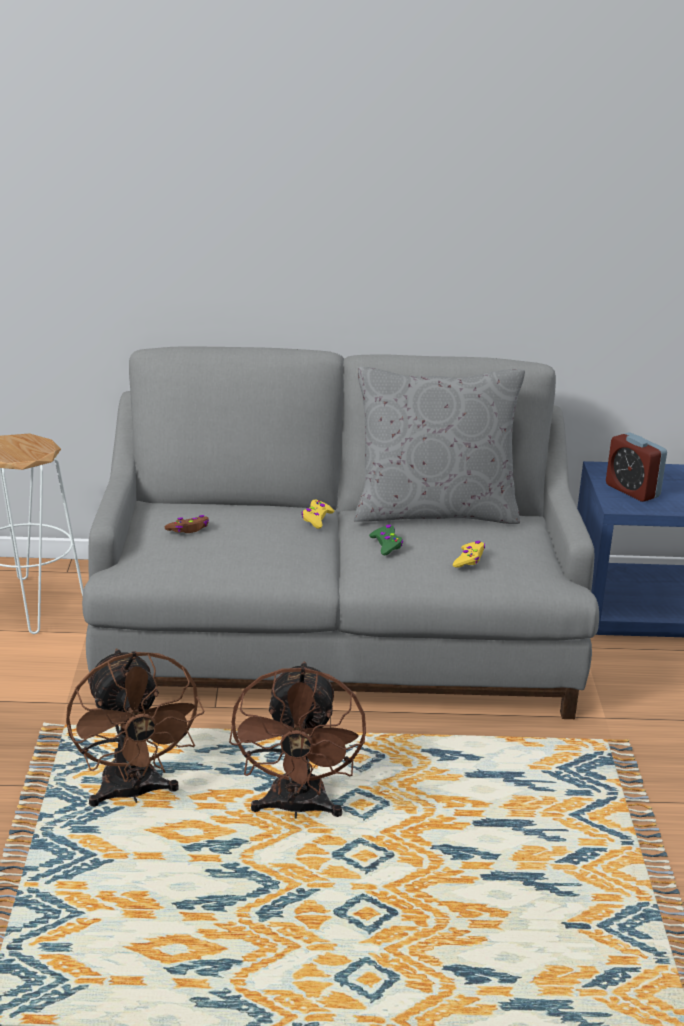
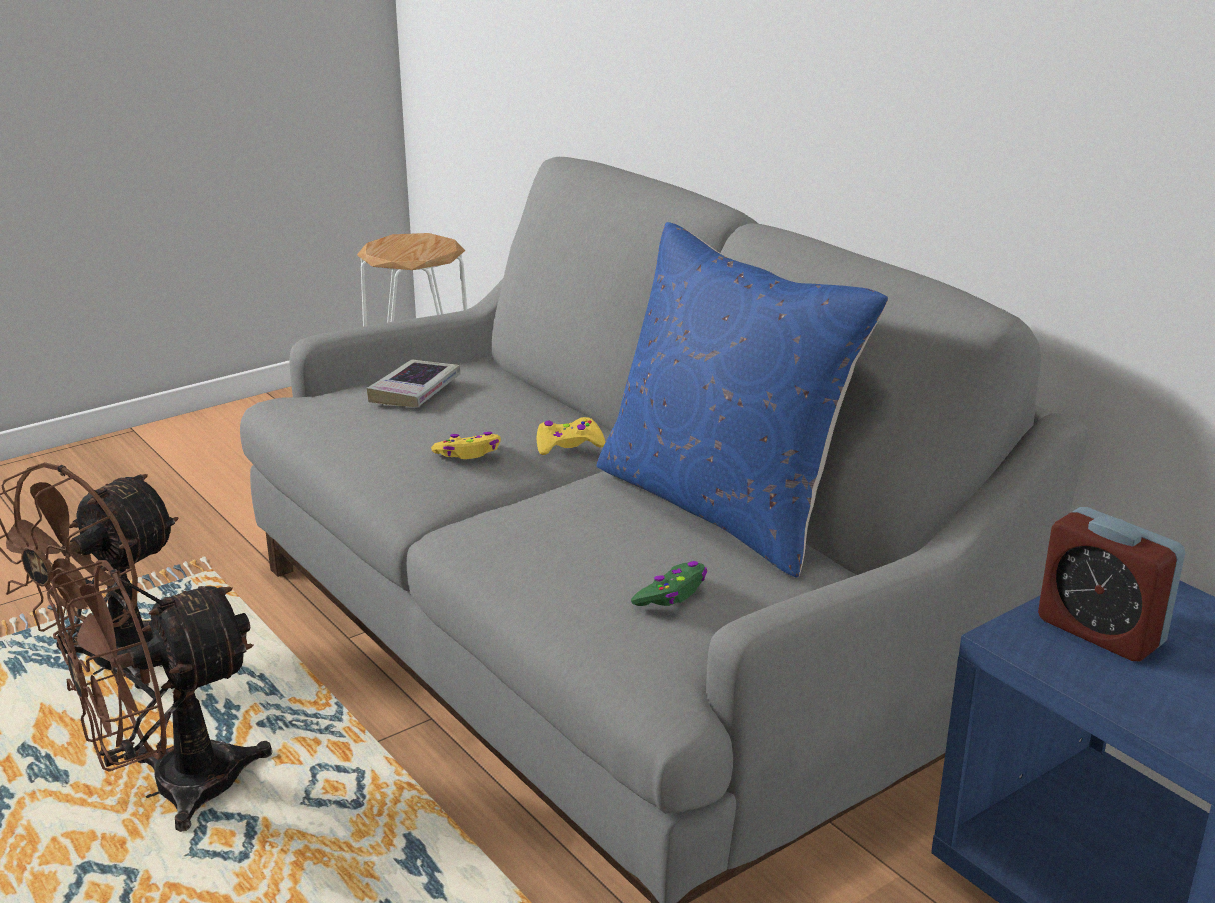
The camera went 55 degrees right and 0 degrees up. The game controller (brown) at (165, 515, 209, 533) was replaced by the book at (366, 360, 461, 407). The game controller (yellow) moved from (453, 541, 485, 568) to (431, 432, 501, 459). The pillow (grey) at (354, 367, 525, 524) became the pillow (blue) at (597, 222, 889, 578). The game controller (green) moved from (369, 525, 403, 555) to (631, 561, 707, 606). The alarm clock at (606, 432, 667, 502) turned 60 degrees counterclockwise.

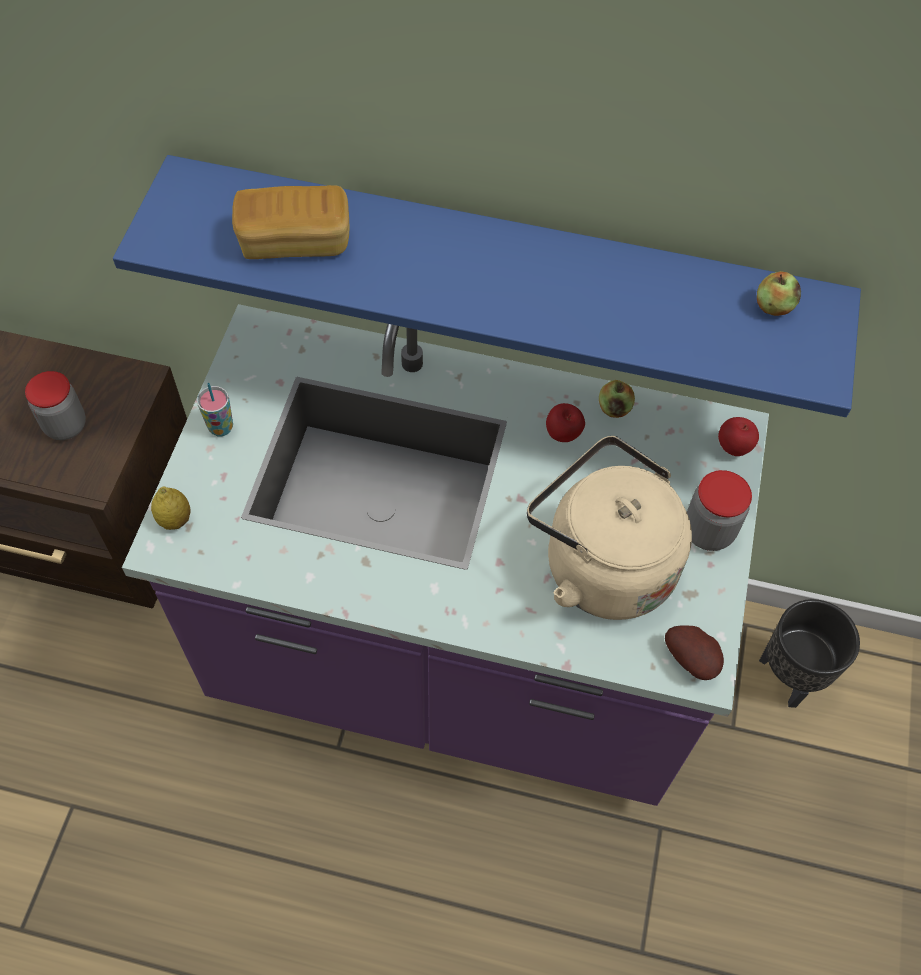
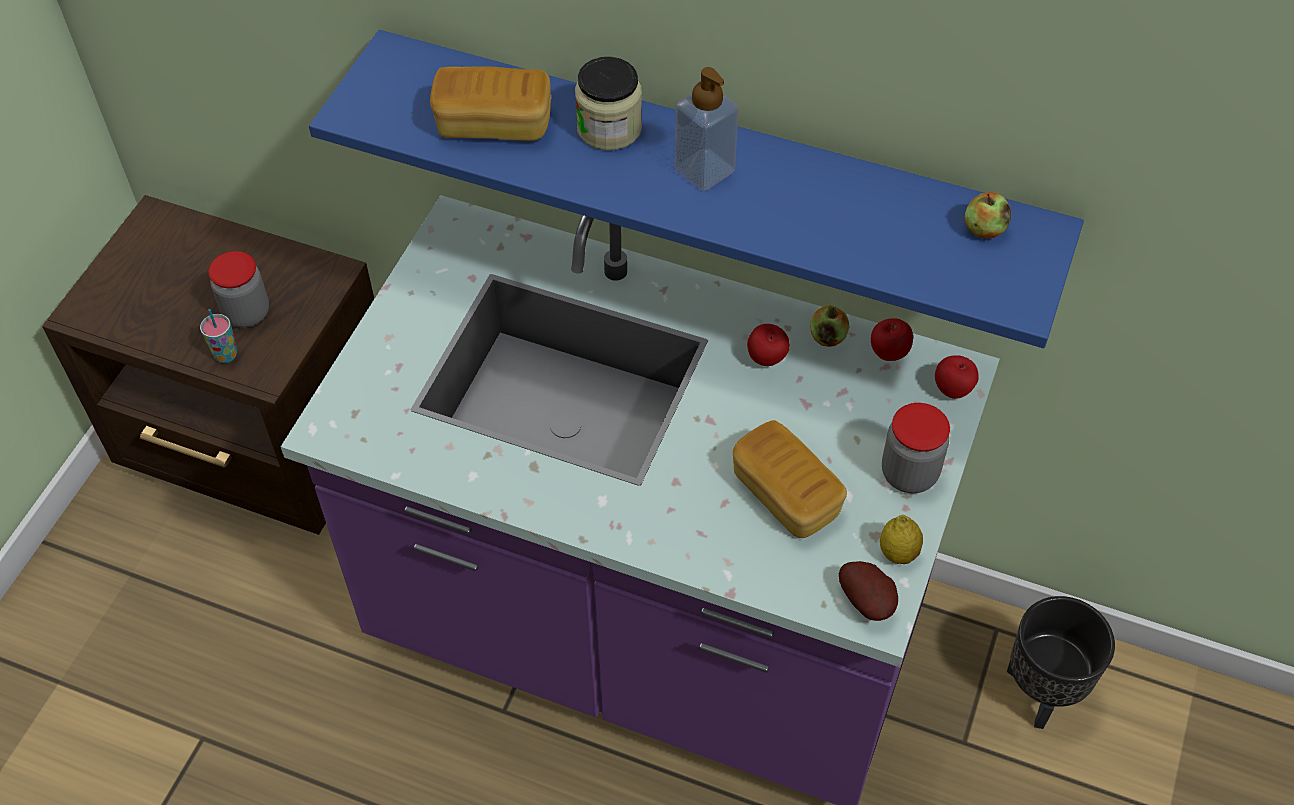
The camera went 10 degrees right and 5 degrees down. The cup moved from (197, 383, 233, 437) to (200, 309, 237, 363). The jar at (575, 57, 642, 150) appeared. The soap dispenser at (675, 67, 739, 191) appeared. The kettle (beige) at (527, 436, 692, 620) was replaced by the bread at (733, 420, 847, 538). The apple at (871, 318, 913, 361) appeared. The lemon moved from (151, 487, 190, 530) to (880, 515, 923, 564).

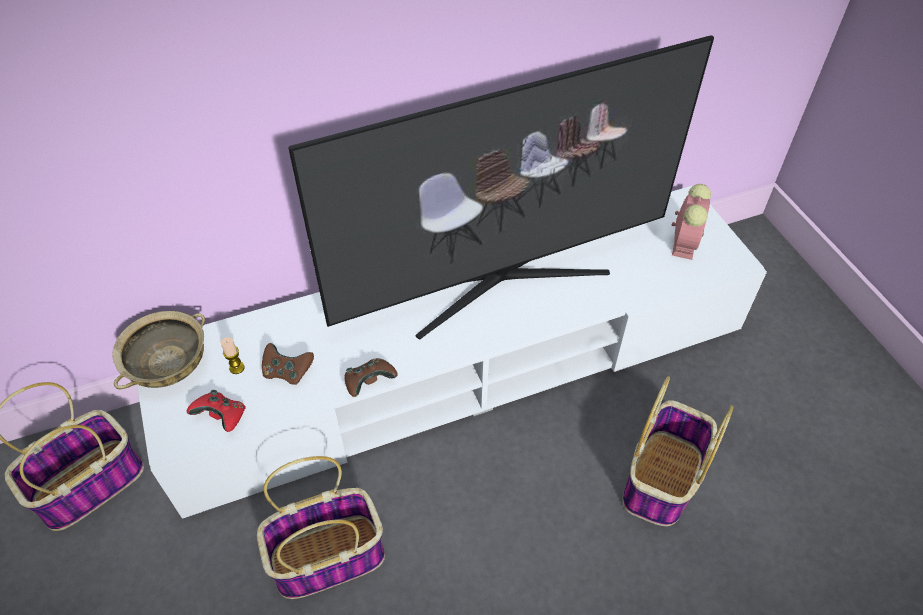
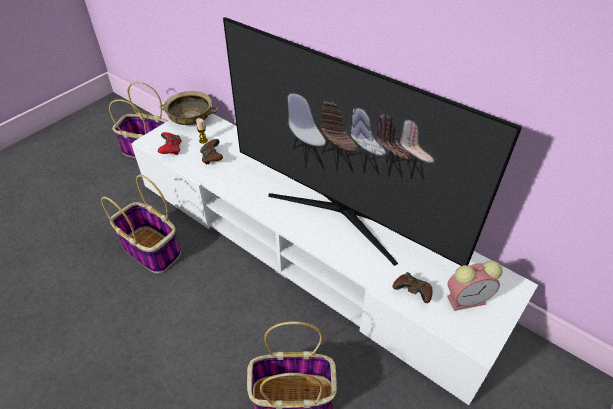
The camera went 60 degrees right and 5 degrees down. The game controller (brown) moved from (344, 358, 397, 397) to (393, 272, 433, 303).

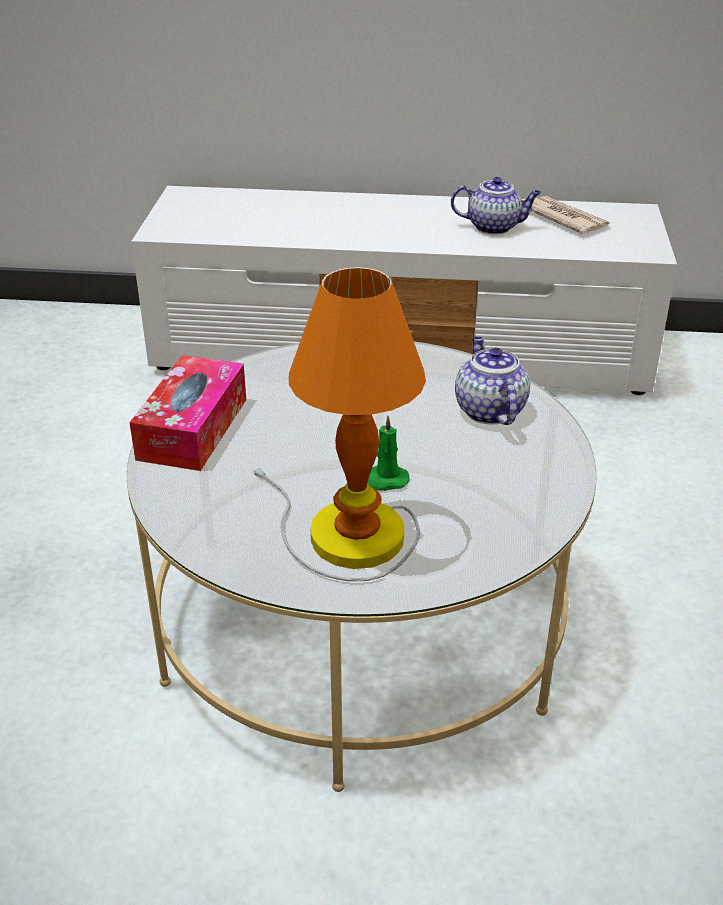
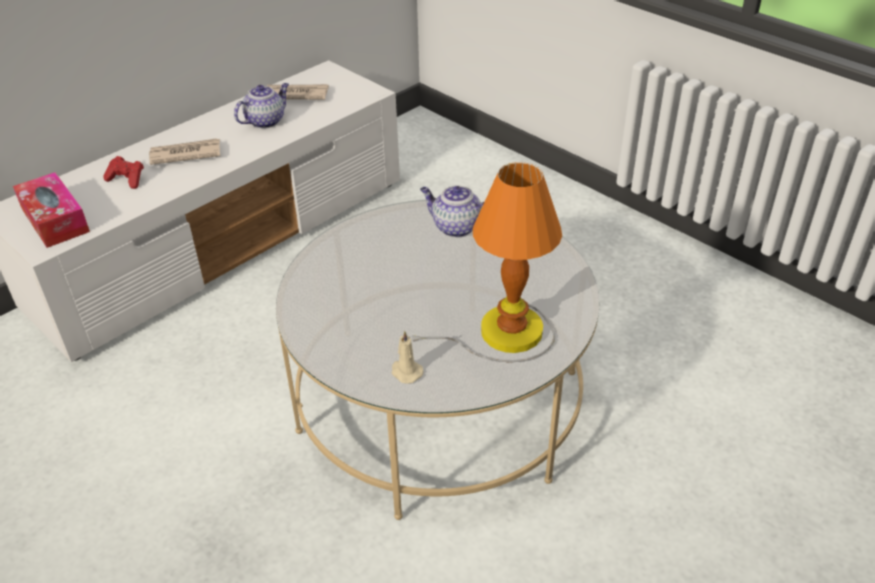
The camera went 50 degrees left and 5 degrees up. The tissue box moved from (129, 355, 246, 471) to (13, 172, 90, 248). The game controller (red) at (103, 156, 144, 189) appeared. The newspaper at (149, 138, 220, 165) appeared. The candle (beige) at (391, 331, 423, 384) appeared. The candle (green) at (368, 416, 409, 491) disappeared.

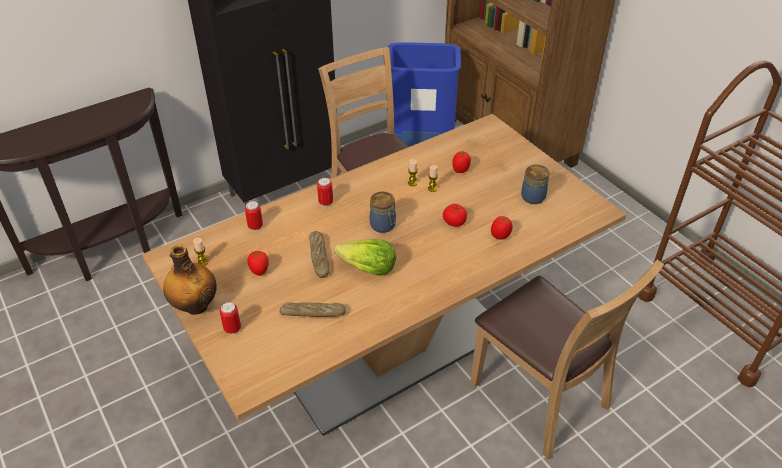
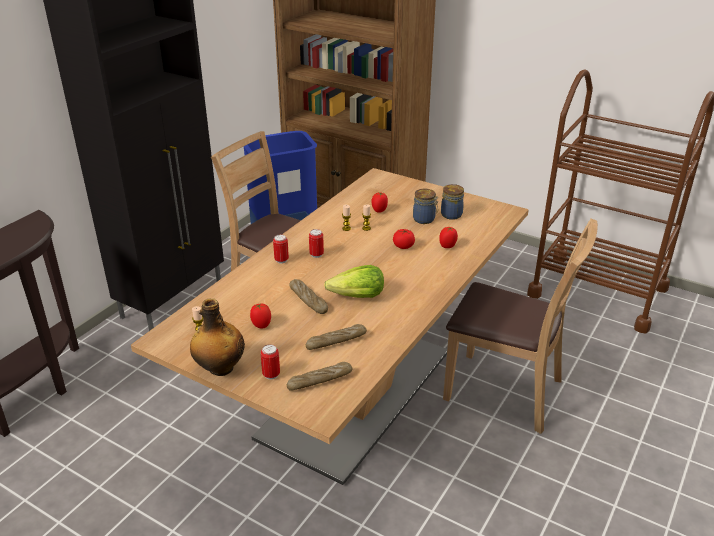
The camera went 25 degrees left and 10 degrees down. The bread at (287, 362, 352, 391) appeared. The can moved from (245, 201, 263, 231) to (309, 229, 324, 258). The jar moved from (370, 192, 396, 233) to (413, 189, 438, 224).

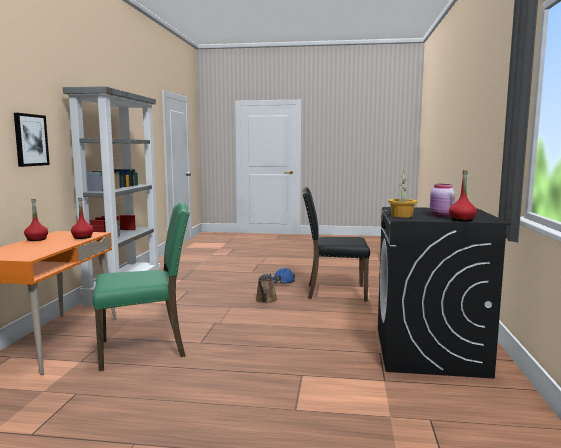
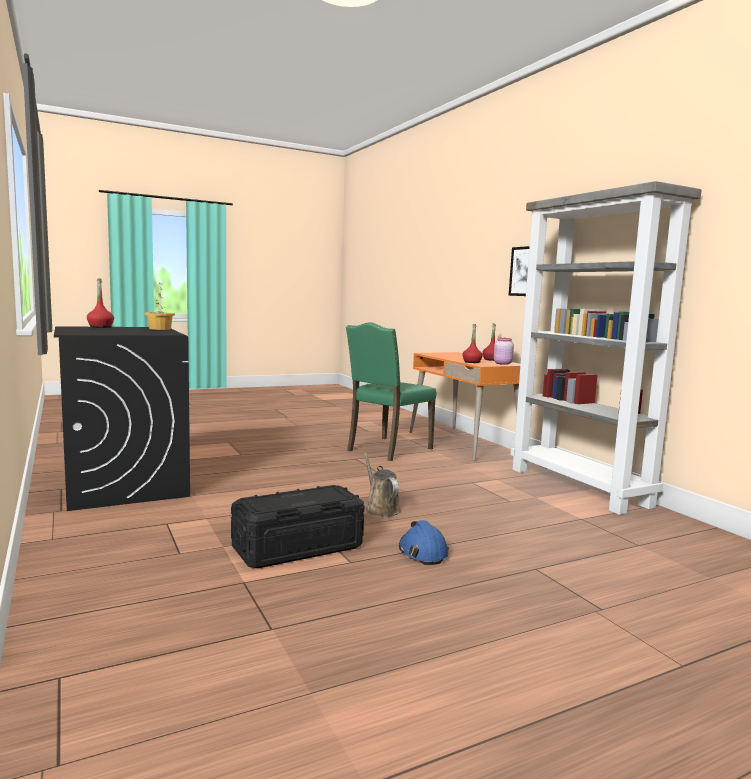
The camera went 145 degrees right and 0 degrees up. The chair (black) at (303, 187, 370, 301) was replaced by the storage box (black) at (231, 485, 365, 568). The jar (pink) moved from (430, 184, 455, 217) to (494, 338, 514, 365).

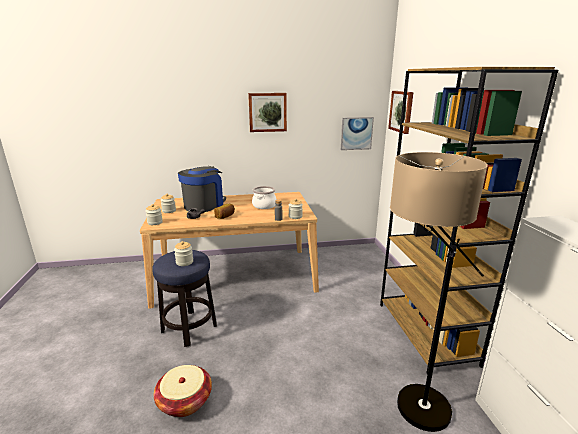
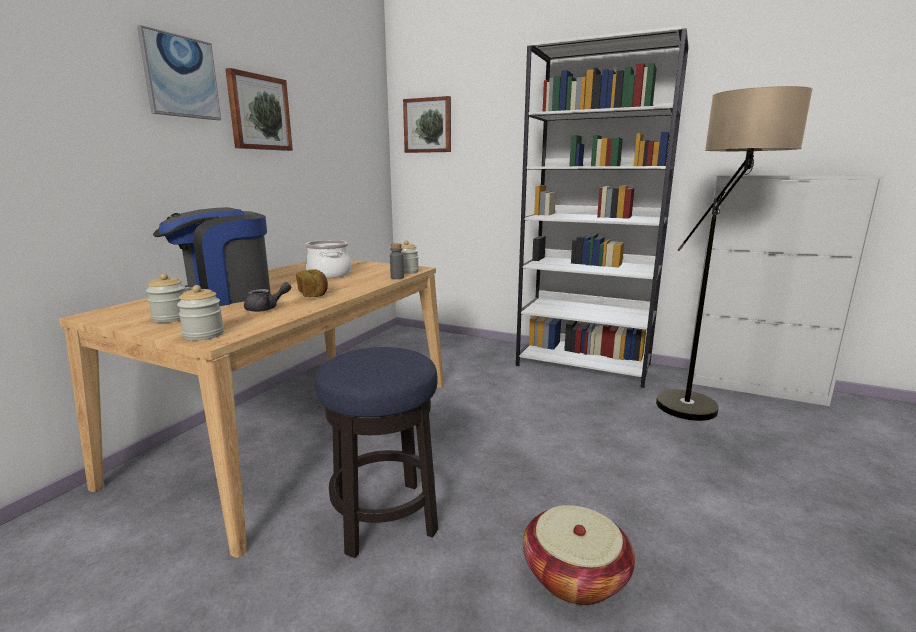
The camera went 55 degrees left and 5 degrees down. The picture moved from (341, 117, 374, 150) to (137, 25, 221, 120). The coffee machine at (178, 166, 226, 212) turned 105 degrees counterclockwise. The bookcase (brown) at (380, 67, 558, 375) became the bookcase (white) at (516, 26, 689, 388). The jar at (174, 241, 193, 266) disappeared.

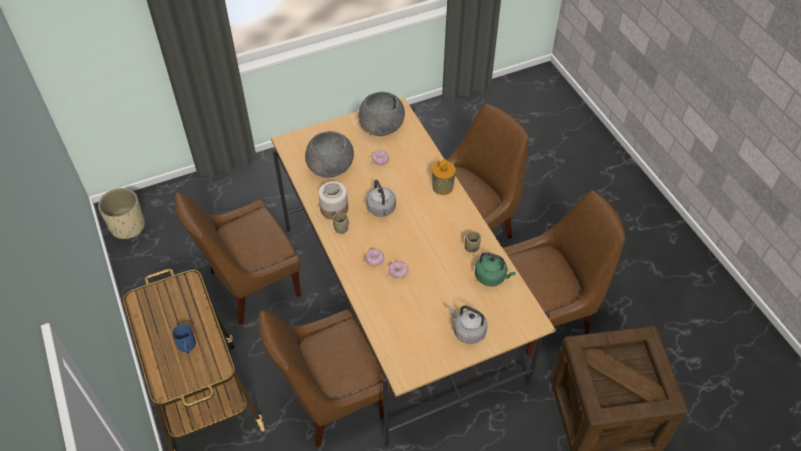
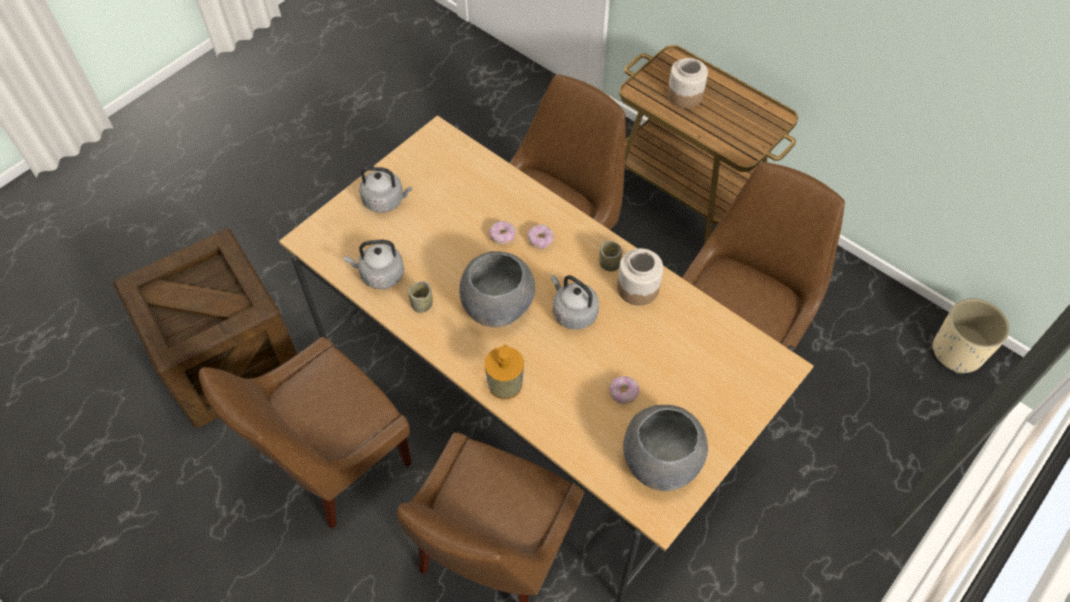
The camera went 155 degrees right and 5 degrees up. The kettle (green) at (475, 252, 516, 286) became the kettle (grey) at (344, 240, 404, 289). The bowl (grey) moved from (305, 131, 354, 178) to (459, 251, 535, 327). The mug (blue) at (172, 324, 196, 354) was replaced by the jar at (667, 58, 708, 108).

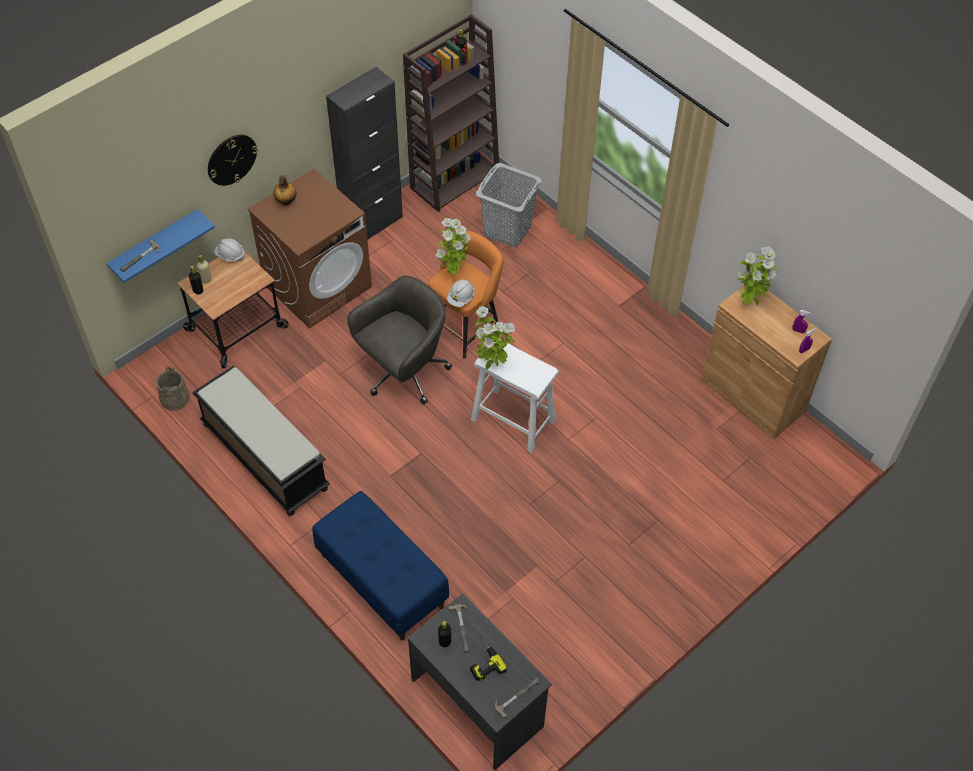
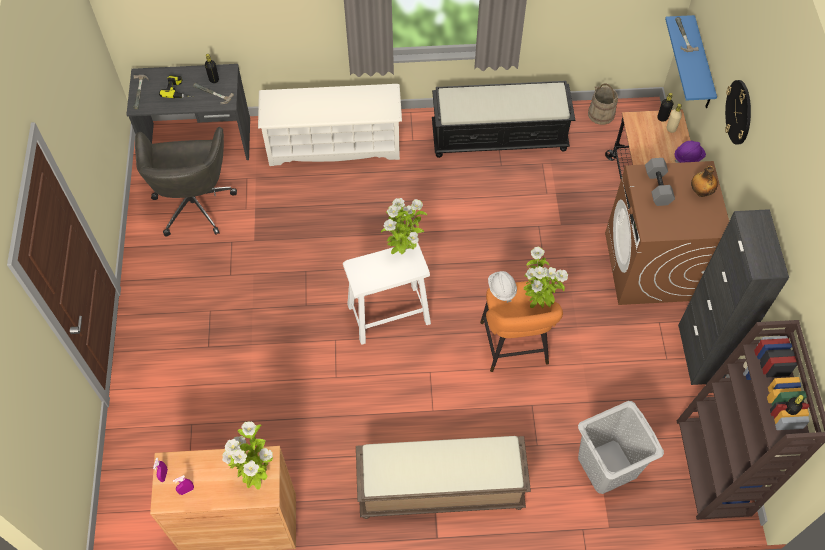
The camera went 130 degrees right and 5 degrees up. The office chair (grey) moved from (347, 276, 452, 404) to (135, 127, 237, 236). The bench (blue) at (312, 491, 449, 641) was replaced by the shoe rack (white) at (258, 84, 402, 166). The bench (brown) at (356, 436, 531, 519) appeared. The dumbbell (grey) at (645, 158, 675, 206) appeared. The hard hat (white) at (214, 239, 244, 261) became the hard hat (purple) at (675, 141, 706, 163).

